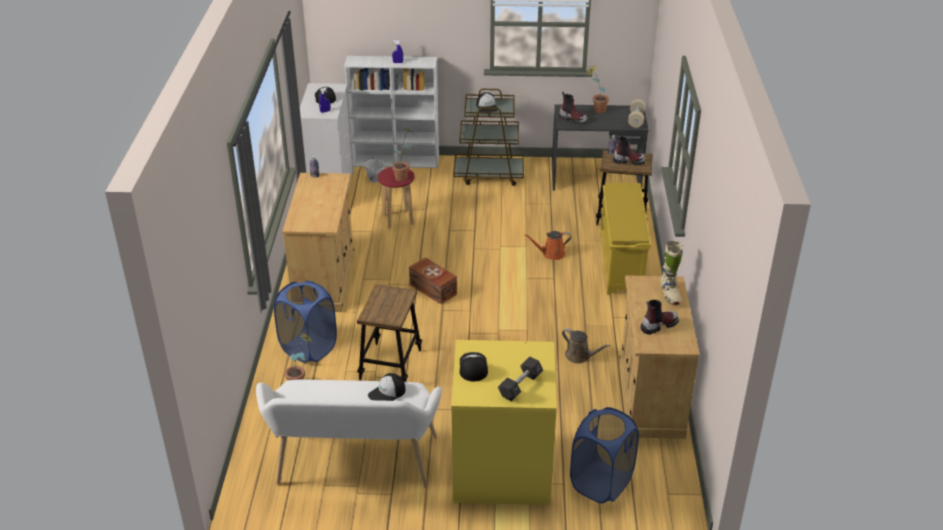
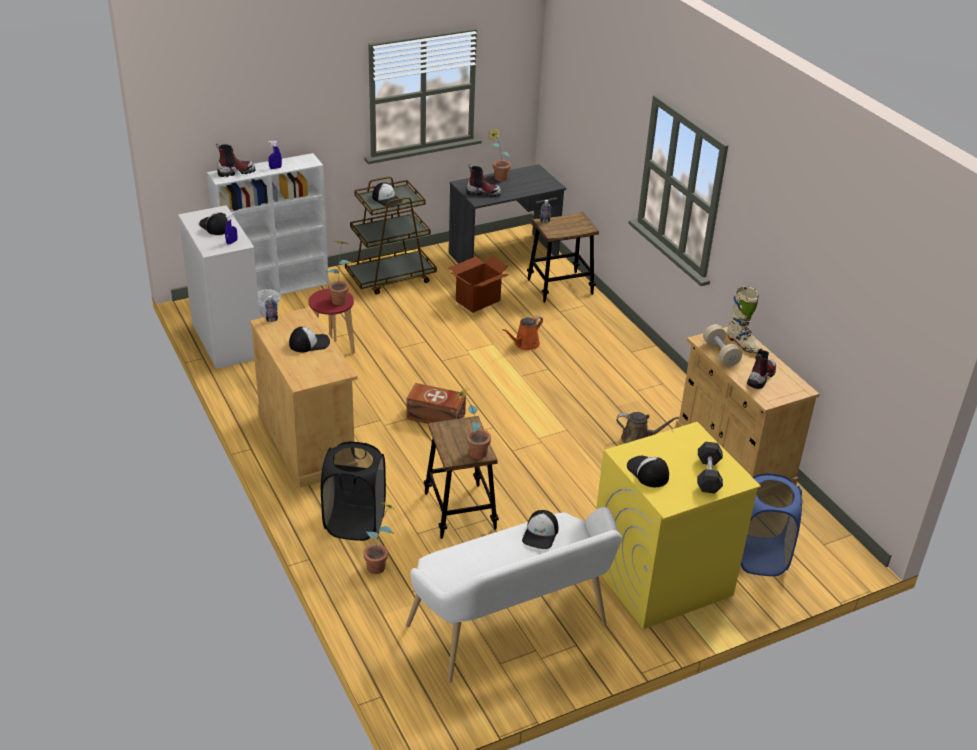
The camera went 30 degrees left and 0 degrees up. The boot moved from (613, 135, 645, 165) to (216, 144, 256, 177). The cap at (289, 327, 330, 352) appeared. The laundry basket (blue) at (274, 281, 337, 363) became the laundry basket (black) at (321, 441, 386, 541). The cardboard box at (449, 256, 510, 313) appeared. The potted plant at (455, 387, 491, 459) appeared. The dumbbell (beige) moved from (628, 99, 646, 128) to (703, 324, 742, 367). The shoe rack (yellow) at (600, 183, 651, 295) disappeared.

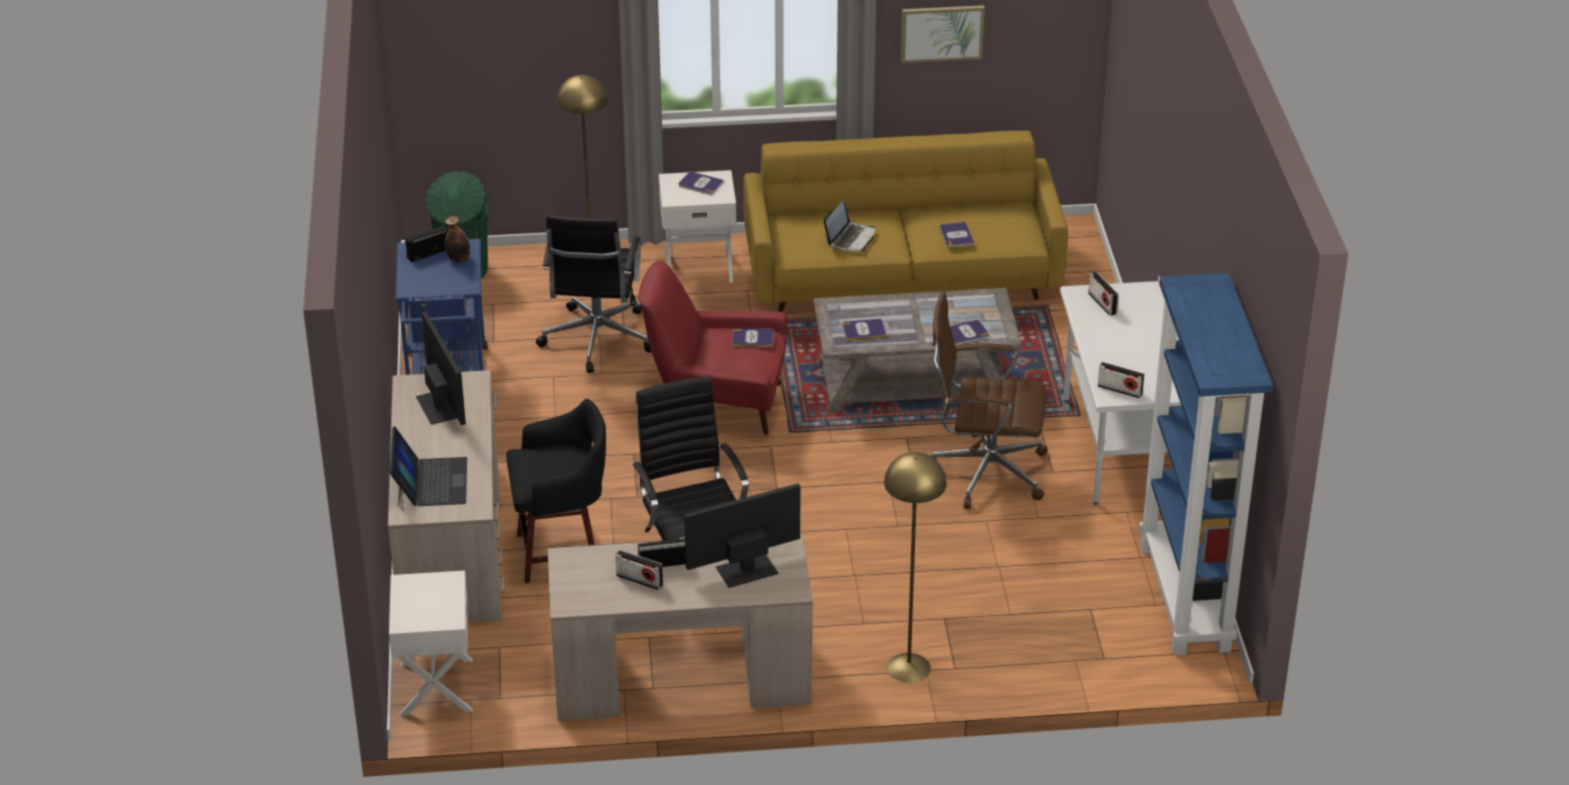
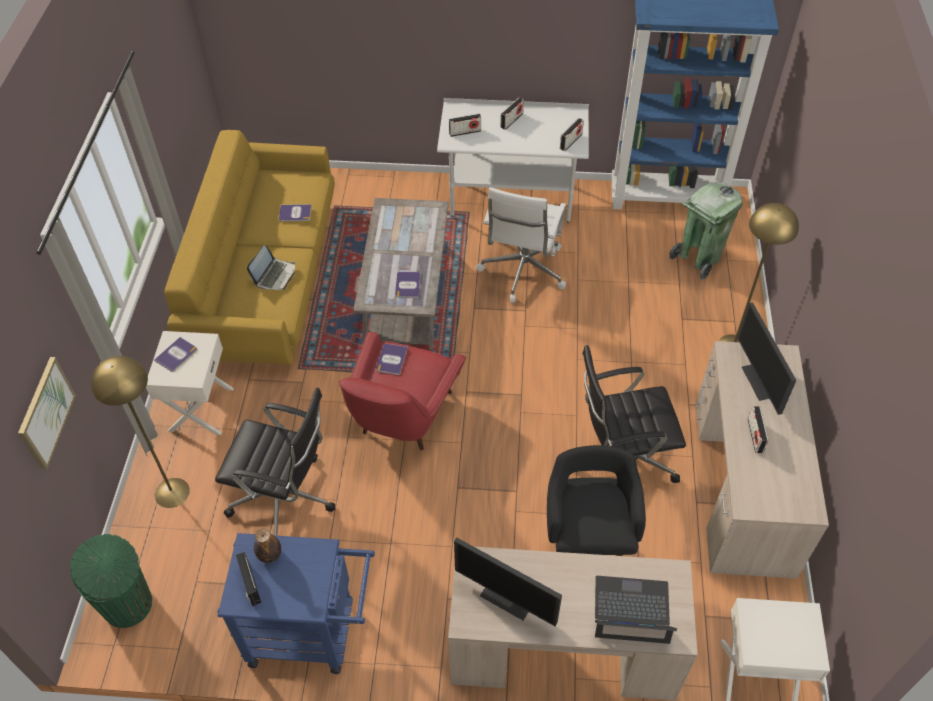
The camera went 80 degrees left and 15 degrees up. The picture moved from (901, 5, 985, 63) to (18, 357, 76, 470). The laptop at (824, 201, 875, 252) turned 75 degrees clockwise. The monitor at (416, 311, 466, 425) turned 135 degrees counterclockwise. The office chair (brown) at (931, 291, 1047, 509) became the office chair (white) at (476, 187, 566, 302). The radio moved from (615, 550, 663, 590) to (500, 98, 524, 130). The trash can (green) at (669, 182, 743, 280) appeared. The book at (950, 320, 989, 345) disappeared.

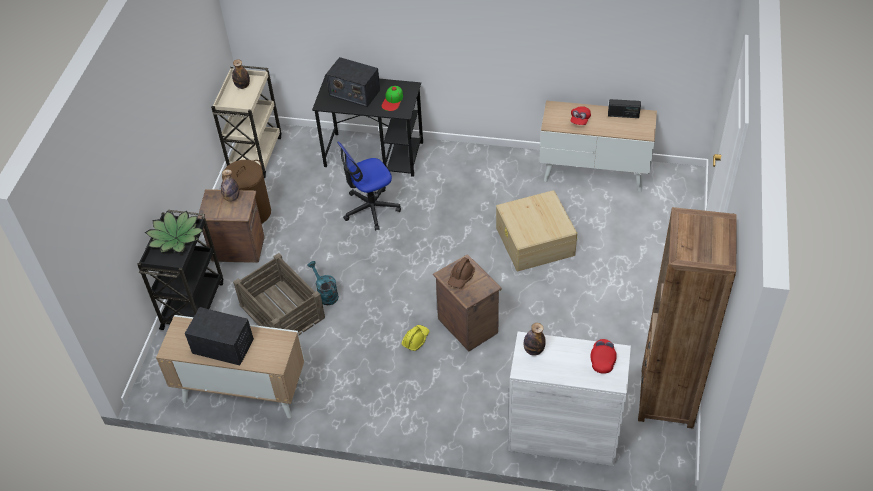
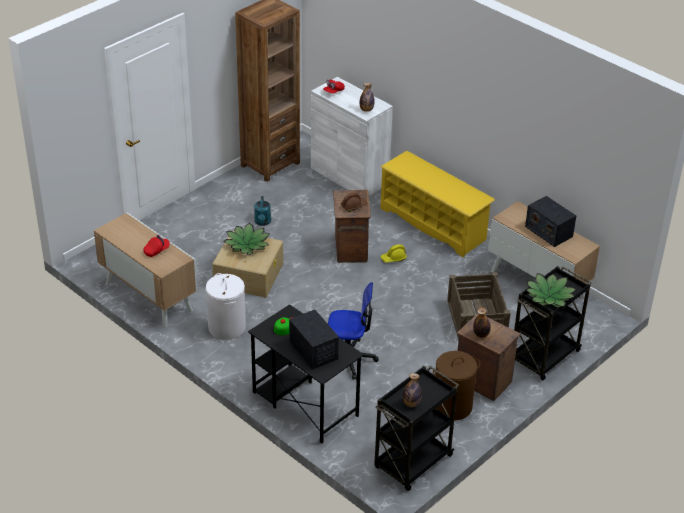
The camera went 150 degrees left and 10 degrees down. The laundry basket (white) at (206, 273, 246, 340) appeared. The potted plant at (223, 223, 270, 255) appeared. The watering can (turquoise) moved from (307, 261, 339, 305) to (254, 196, 271, 226). The cart (beige) at (211, 66, 281, 178) became the cart (black) at (374, 366, 459, 491). The shoe rack (yellow) at (380, 151, 495, 258) appeared. The radio at (608, 99, 641, 118) disappeared.

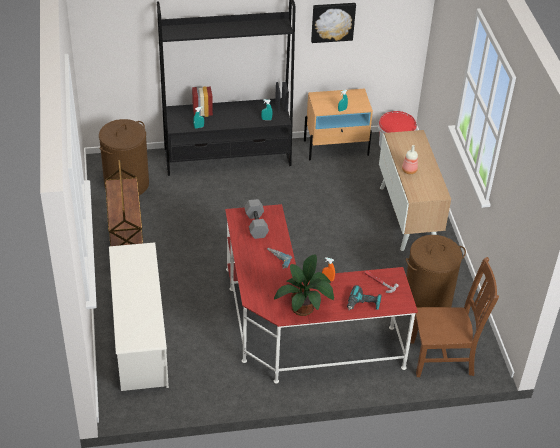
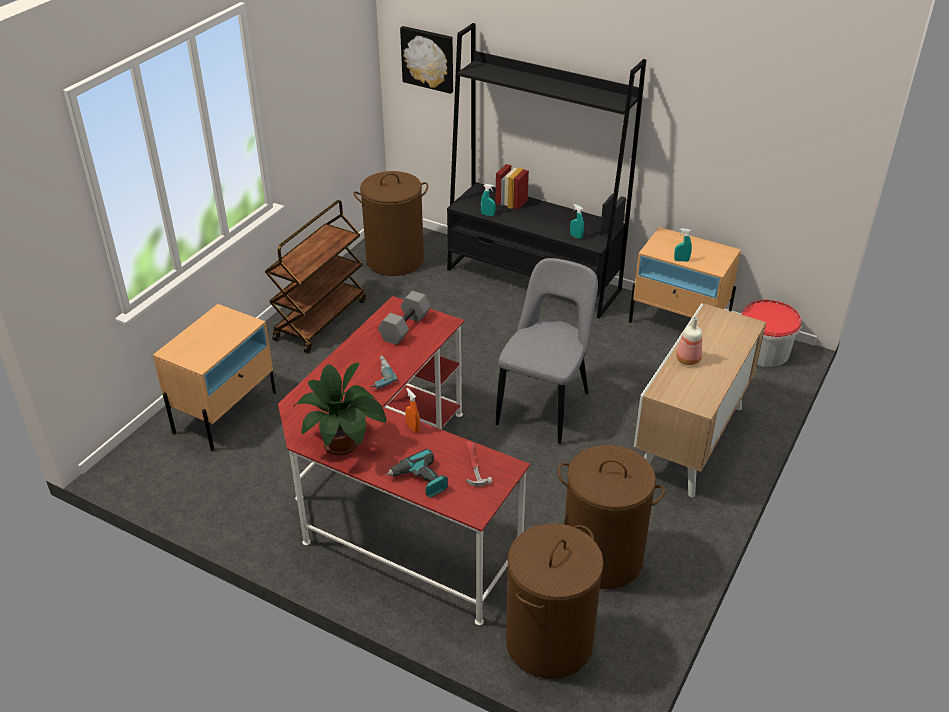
The camera went 40 degrees right and 5 degrees down. The shoe rack (white) at (109, 242, 169, 391) was replaced by the nightstand (beige) at (153, 304, 276, 451). The picture moved from (311, 3, 356, 43) to (400, 26, 453, 94). The chair (grey) at (496, 258, 598, 444) appeared. The chair (brown) at (410, 257, 499, 377) was replaced by the laundry basket (brown) at (506, 523, 604, 679).

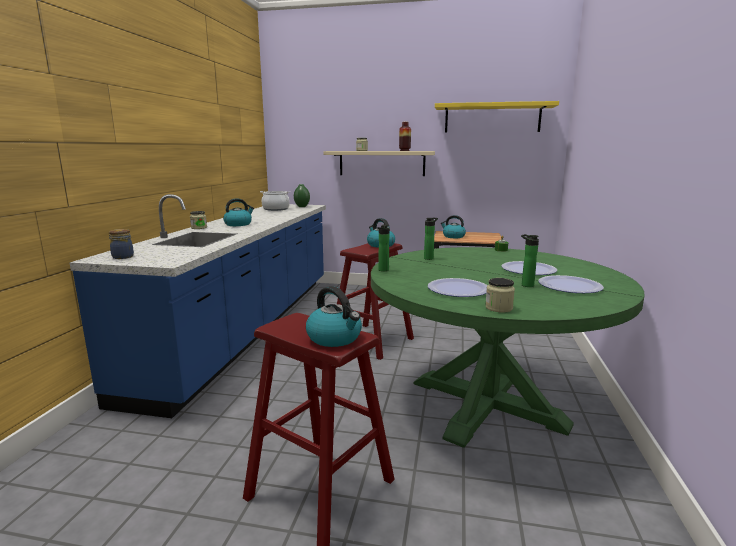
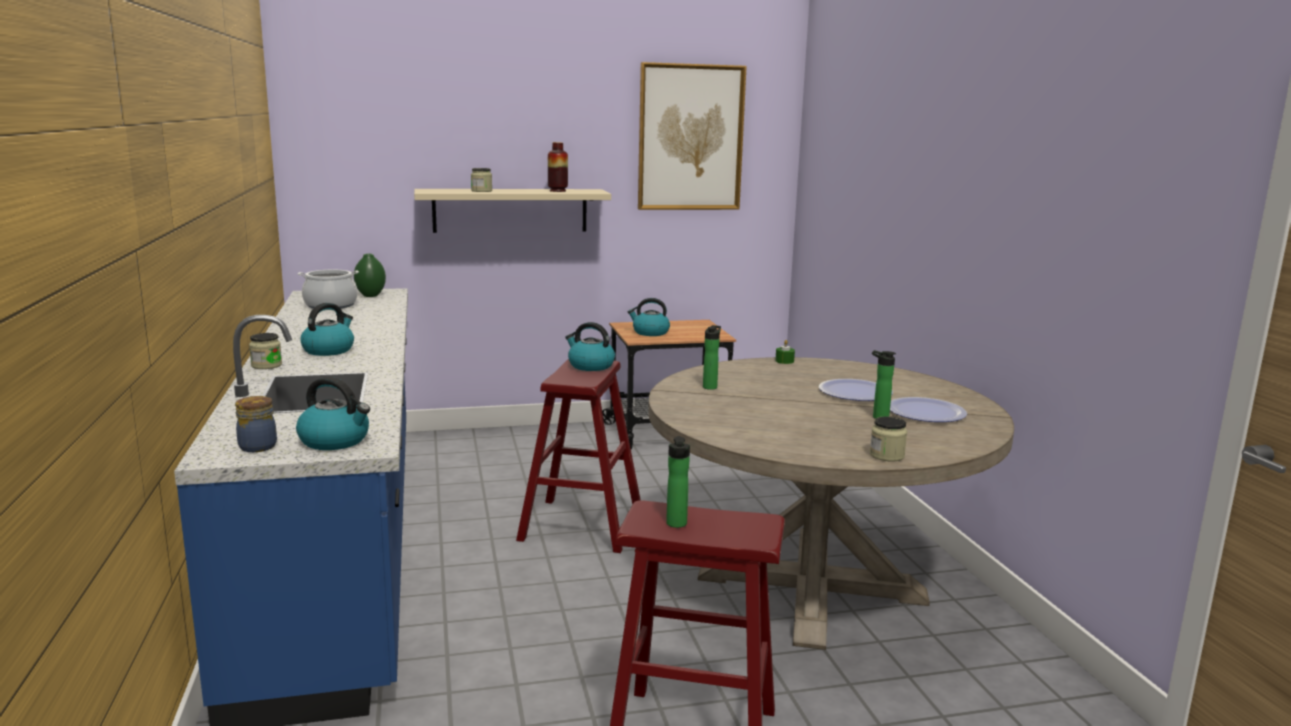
The camera went 25 degrees left and 0 degrees up. The kettle moved from (306, 286, 362, 347) to (296, 377, 370, 450). The shelf (yellow) at (435, 101, 559, 133) was replaced by the picture at (638, 62, 747, 210). The dining table (green) at (371, 247, 644, 448) became the dining table (beige) at (648, 357, 1014, 650). The bottle moved from (378, 224, 390, 271) to (666, 436, 690, 528). The plate at (428, 278, 488, 297) disappeared.

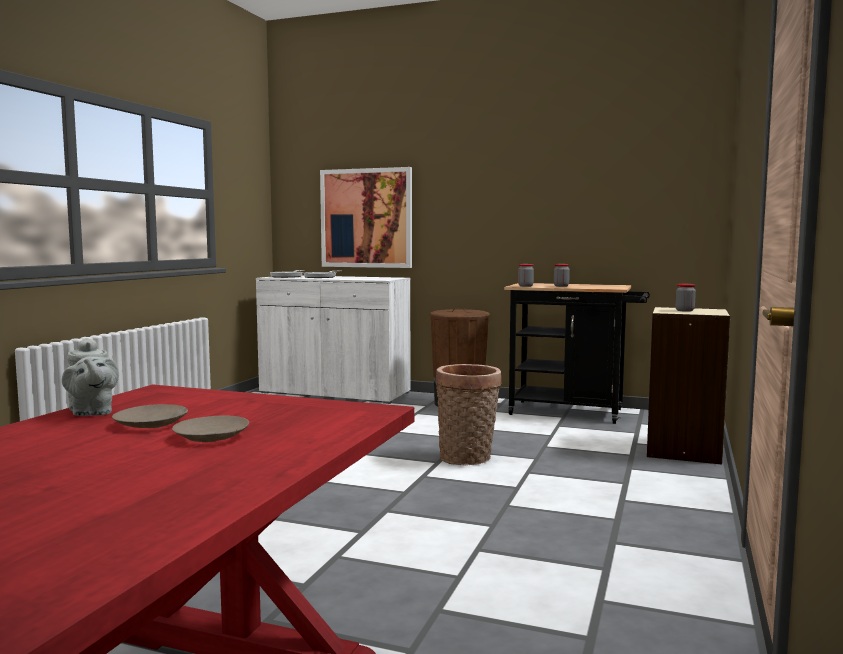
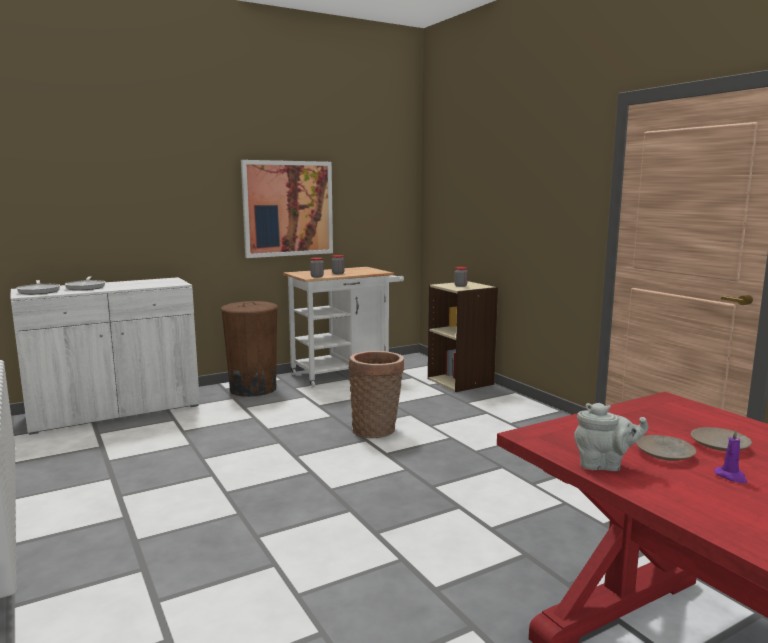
The camera went 50 degrees left and 5 degrees up. The picture moved from (320, 167, 412, 268) to (241, 160, 333, 258). The cart (black) at (504, 283, 650, 424) became the cart (white) at (283, 267, 404, 388). The candle (purple) at (714, 429, 747, 483) appeared.

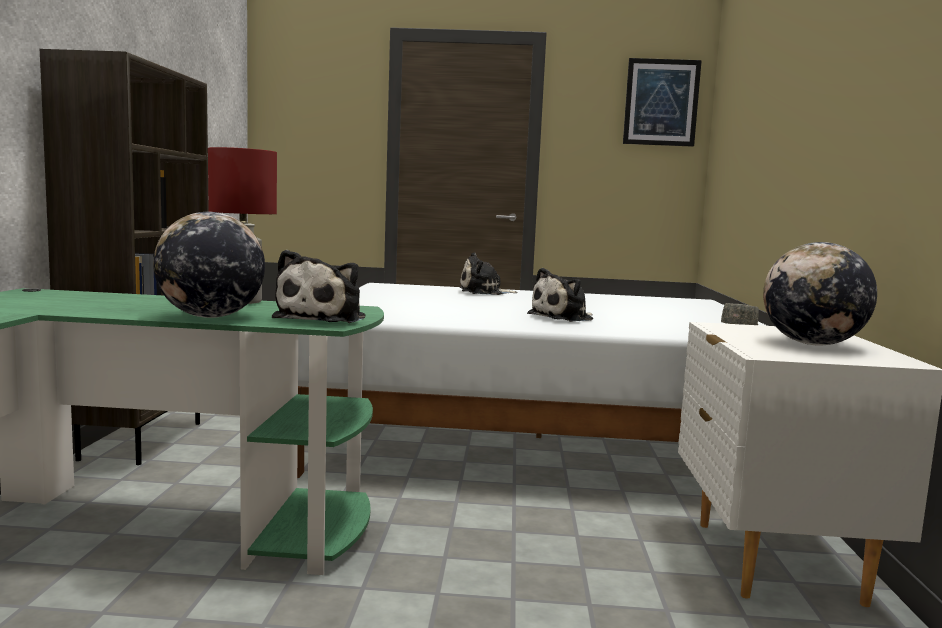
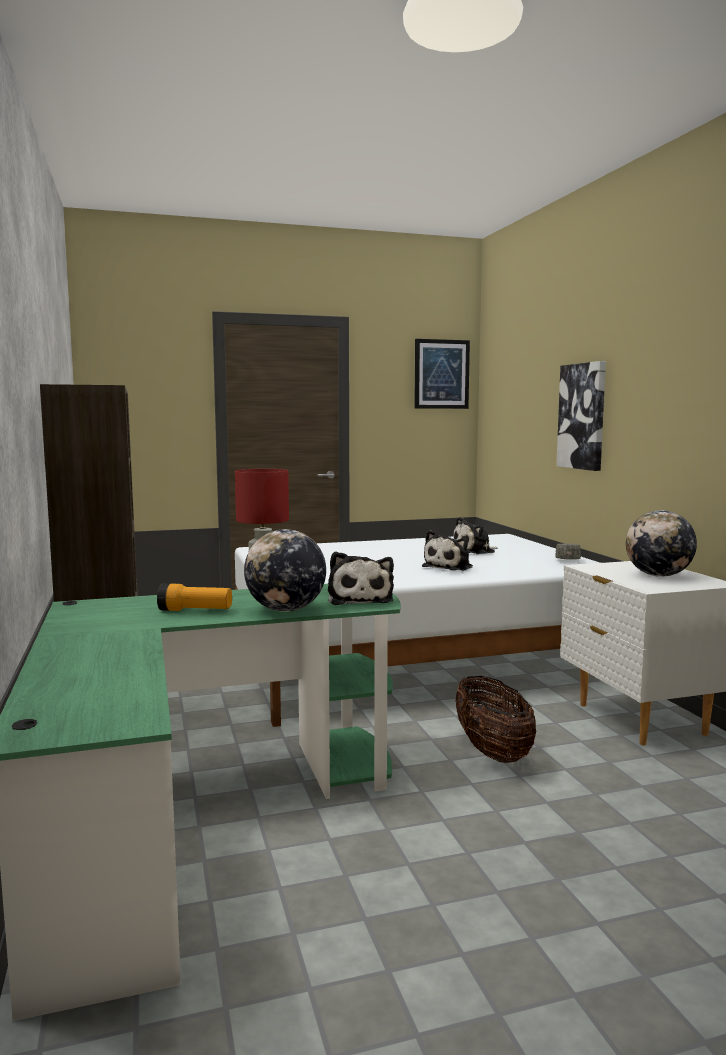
The camera went 20 degrees left and 0 degrees up. The flashlight at (157, 583, 232, 611) appeared. The plush toy moved from (460, 252, 518, 295) to (453, 517, 497, 554). The basket at (455, 676, 536, 763) appeared. The picture at (556, 361, 606, 471) appeared.

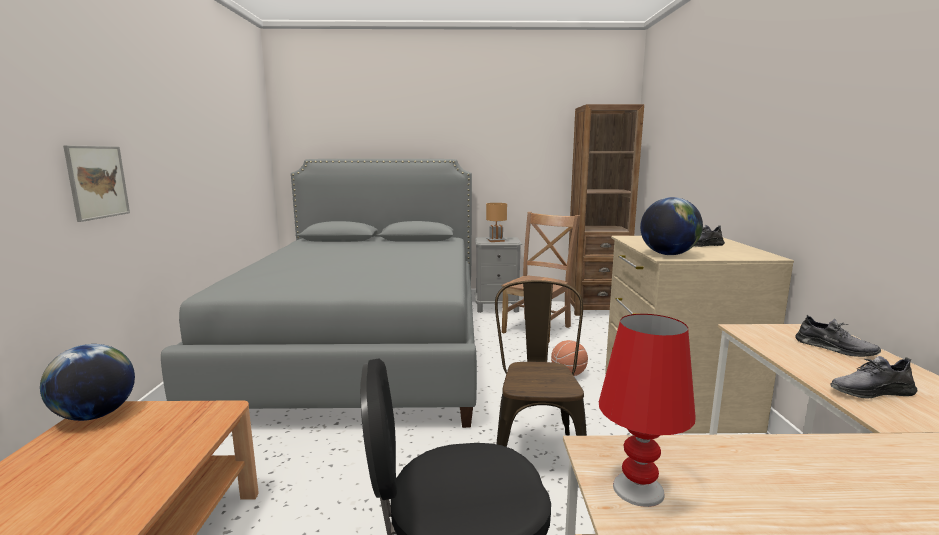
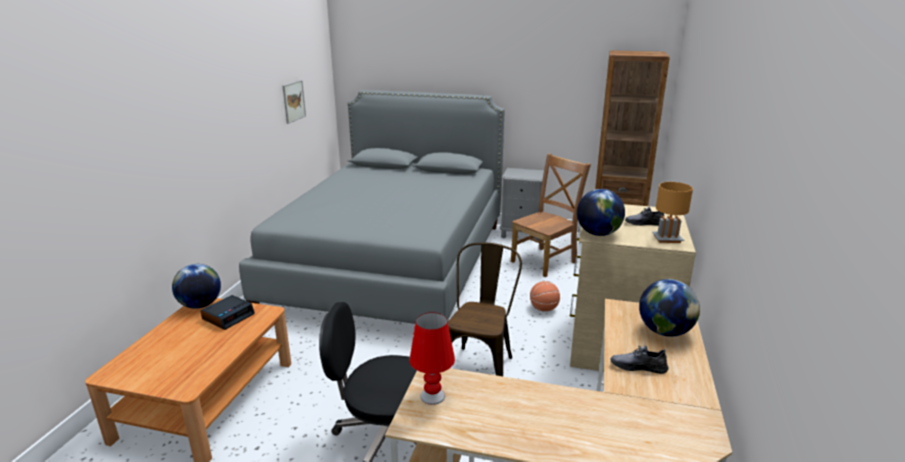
The camera went 15 degrees right and 10 degrees up. The alarm clock at (200, 295, 255, 330) appeared. The picture moved from (63, 145, 130, 222) to (283, 80, 306, 124). The shoe (grey) at (795, 315, 881, 357) was replaced by the globe at (639, 279, 700, 337). The table lamp (brown) moved from (486, 203, 507, 242) to (652, 182, 693, 243).

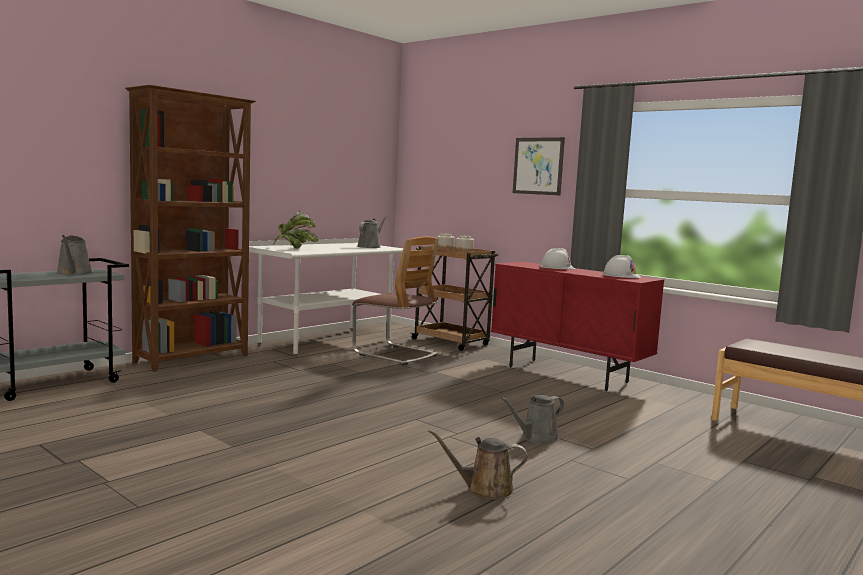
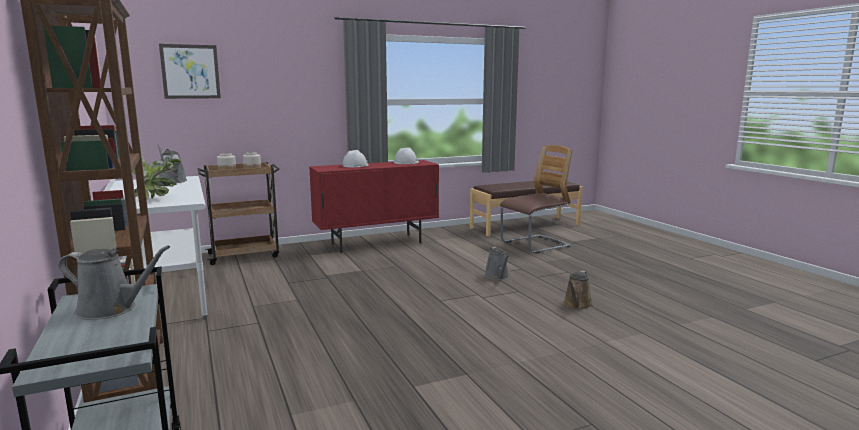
The camera went 65 degrees left and 5 degrees up. The picture moved from (513, 137, 565, 195) to (159, 44, 221, 99). The chair moved from (352, 237, 439, 365) to (500, 145, 573, 253).

